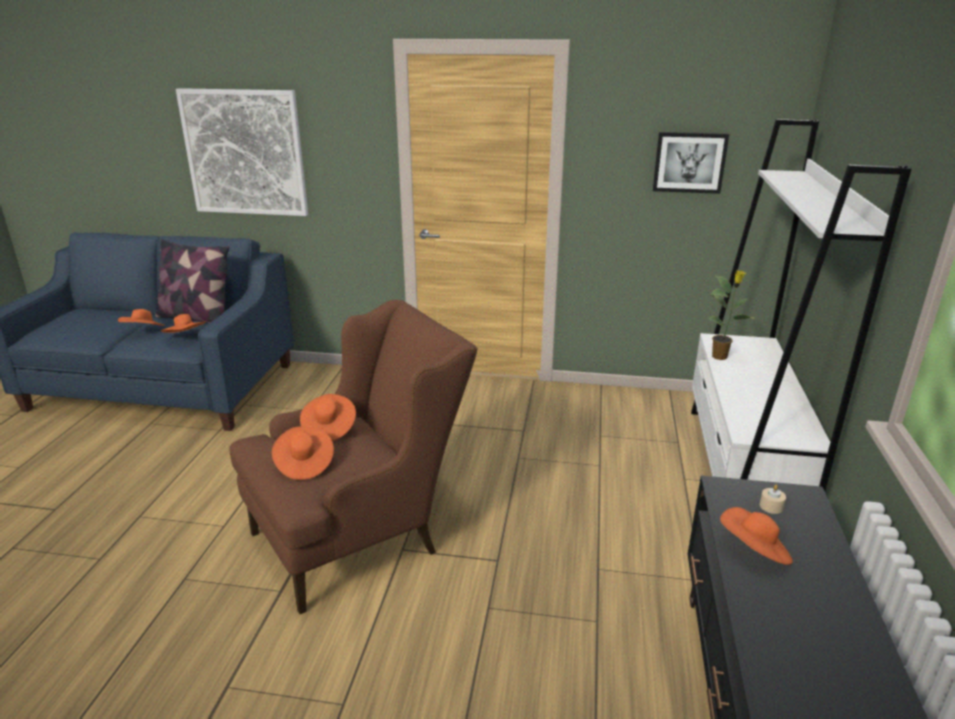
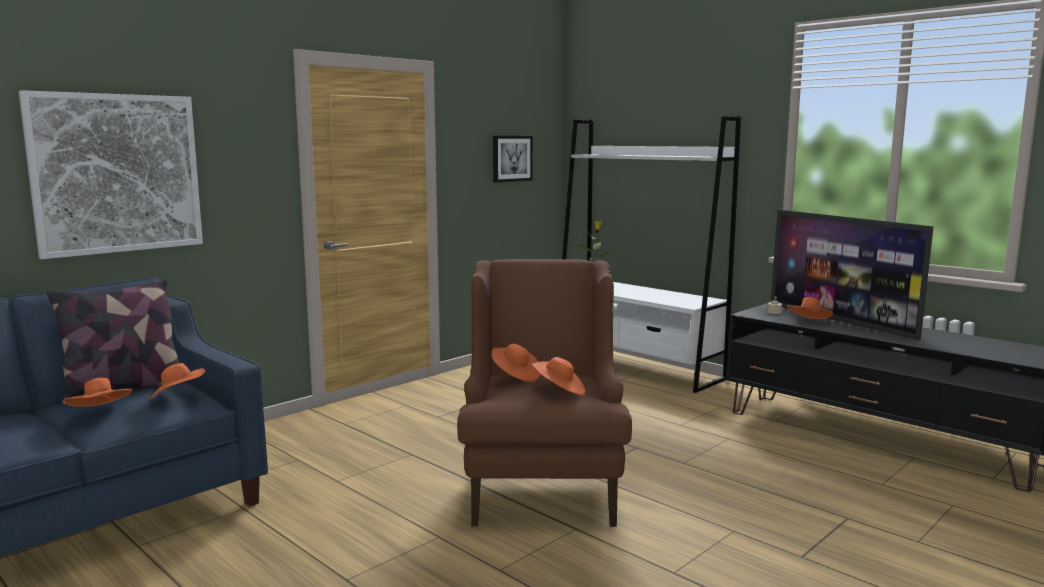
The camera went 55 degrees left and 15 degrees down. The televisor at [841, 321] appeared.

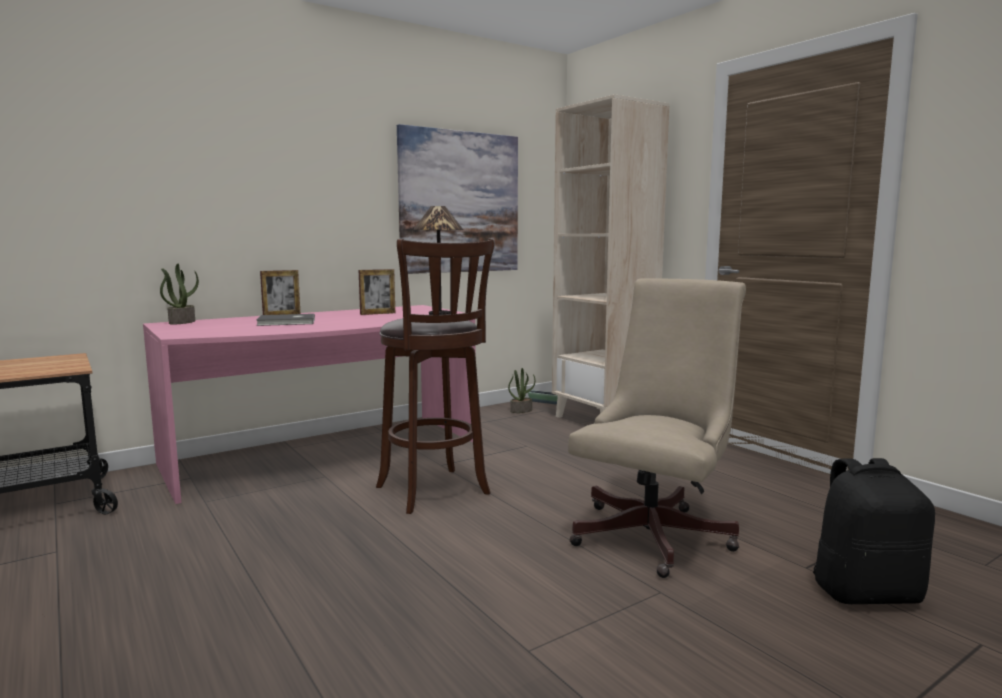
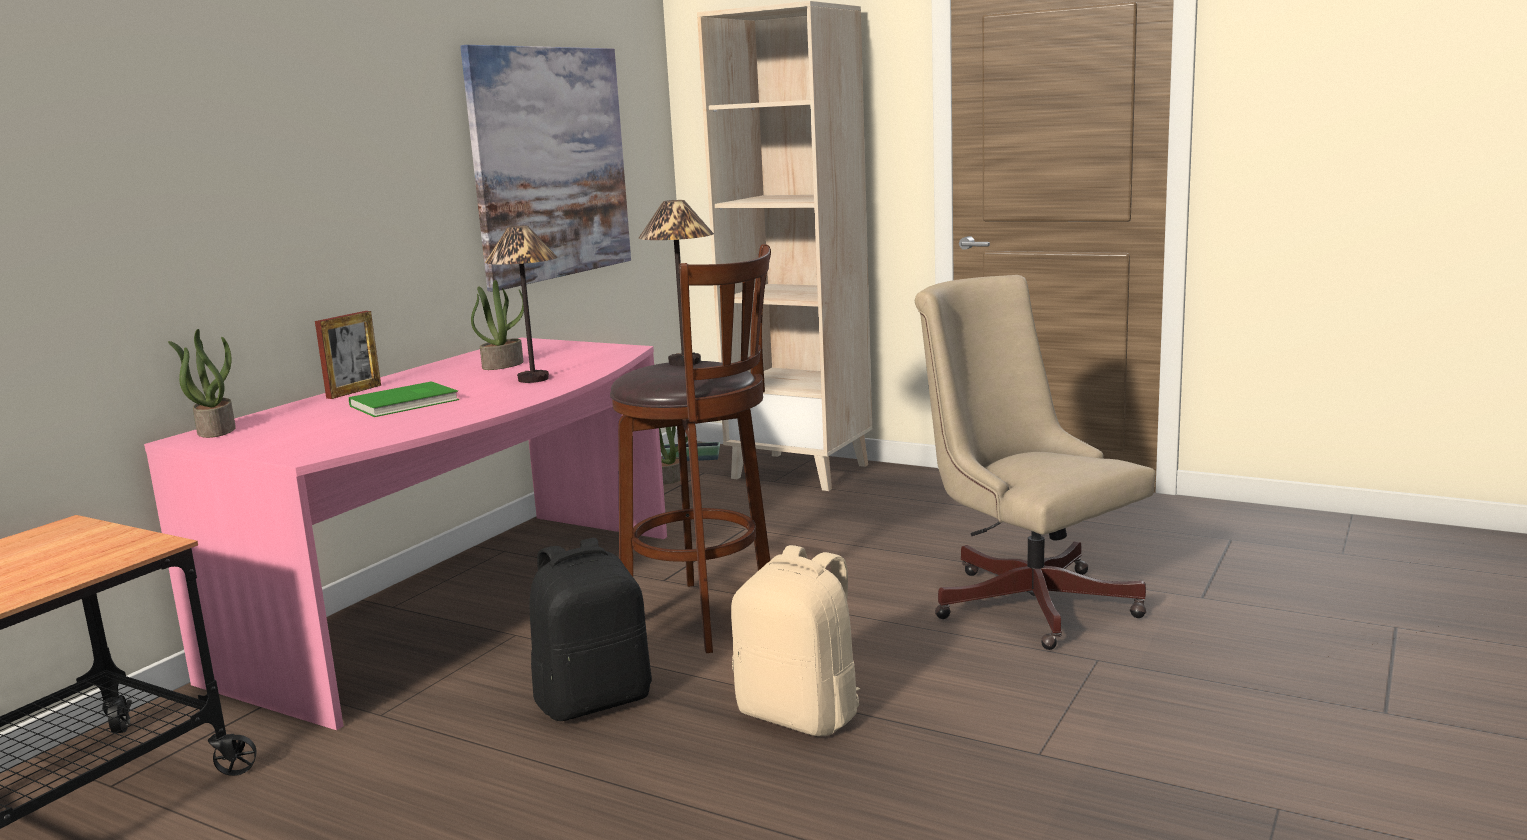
The camera went 25 degrees left and 5 degrees up. The libro/gris at [287, 322] became the libro/verde at [407, 403]. The portarretratos at [377, 313] was replaced by the planta en maceta at [503, 365]. The silla de oficina/beis at [657, 533] turned 45 degrees counterclockwise. The mochila/negro moved from [866, 592] to [594, 700]. The lámpara de mesa at [533, 379] appeared. The mochila/beis at [801, 715] appeared.

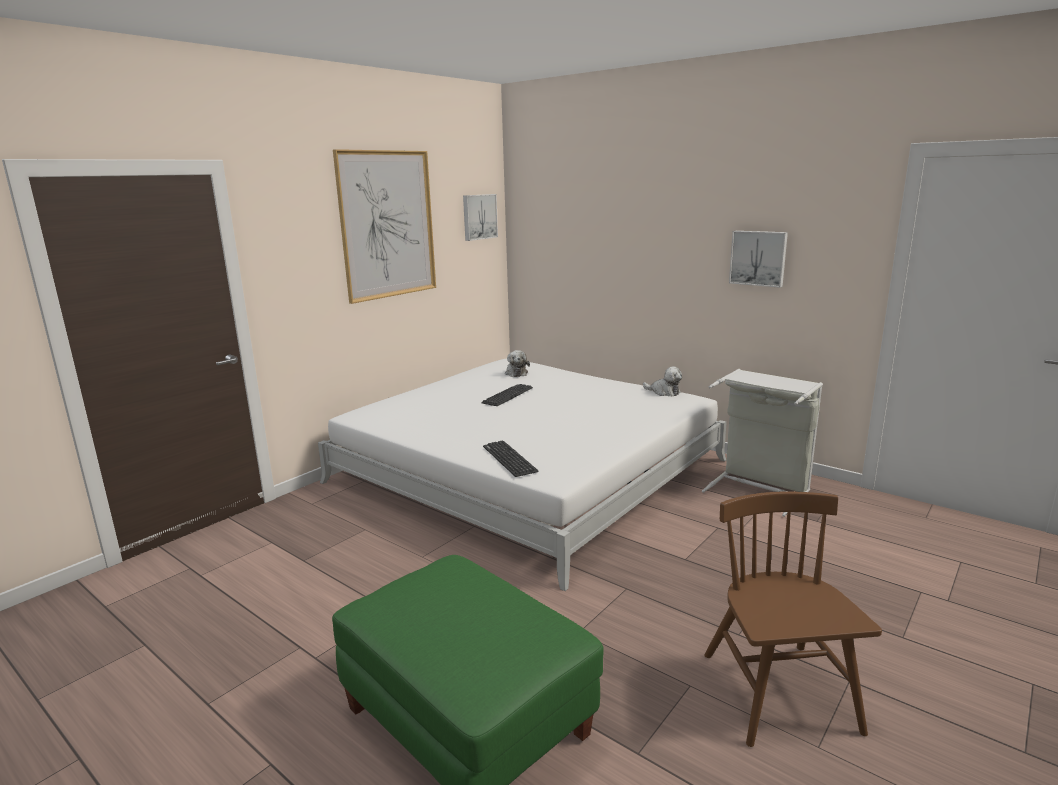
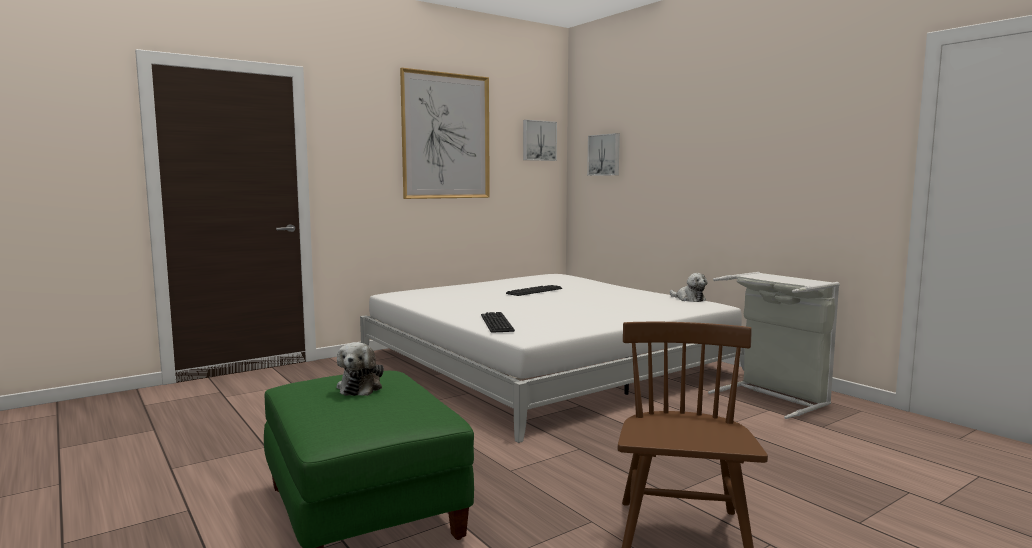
The camera went 15 degrees right and 10 degrees down. The peluche moved from [516, 373] to [361, 387]. The cuadro moved from [758, 258] to [604, 155].

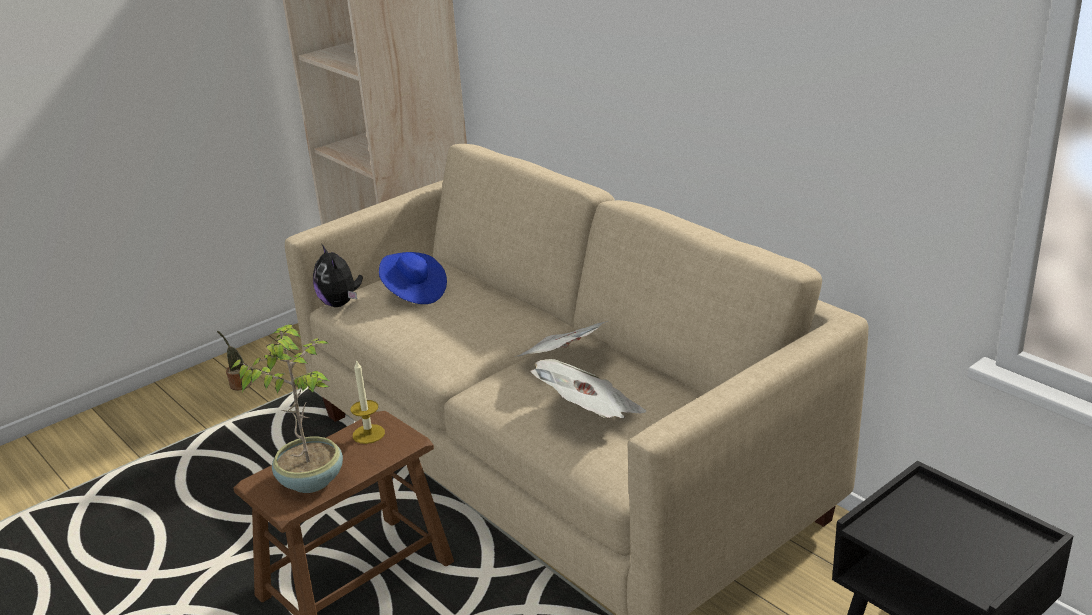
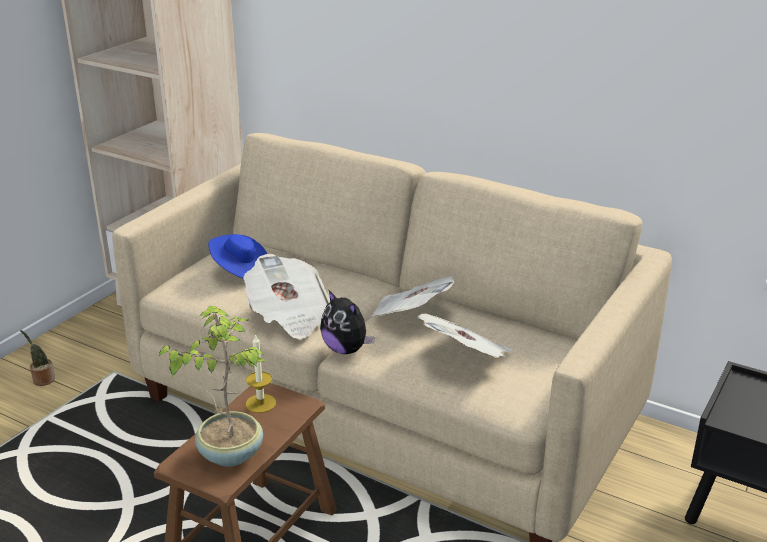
The camera went 20 degrees left and 0 degrees up. The peluche moved from [340, 303] to [346, 349]. The periódico at [289, 316] appeared.

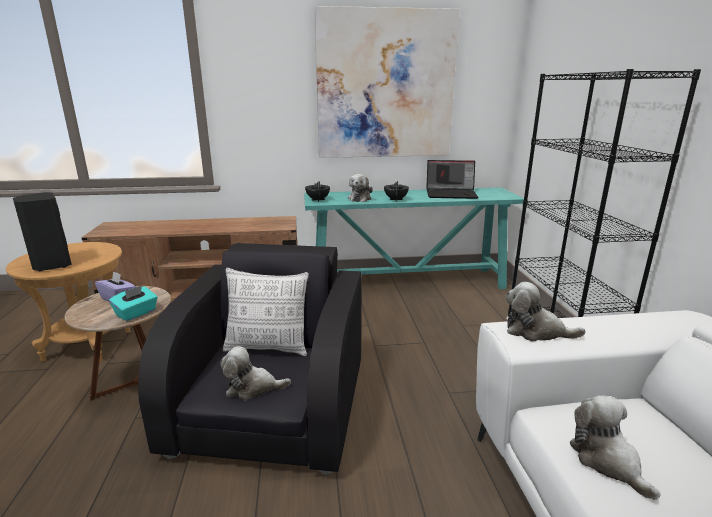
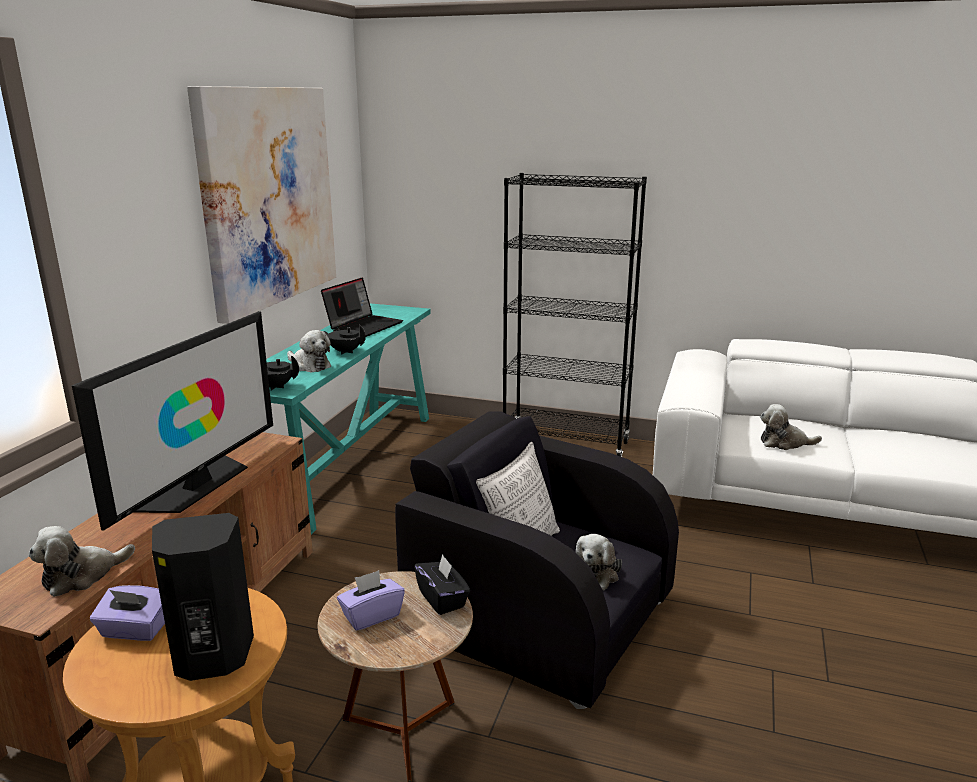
The camera went 65 degrees left and 0 degrees up. The caja de pañuelos/turquesa at [136, 313] became the caja de pañuelos/negro at [442, 599]. The peluche moved from [535, 331] to [82, 576]. The televisor at [198, 485] appeared. The caja de pañuelos/morado at [134, 630] appeared.

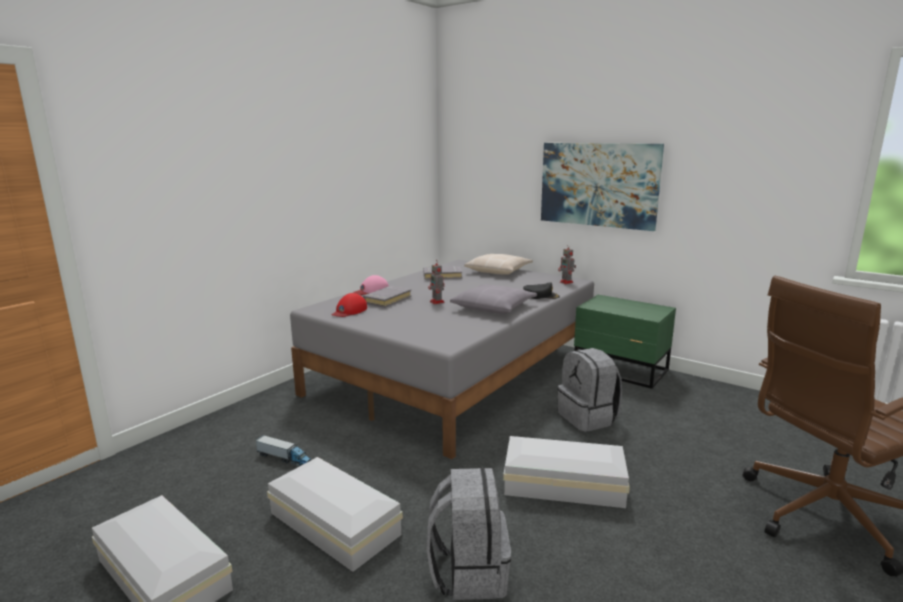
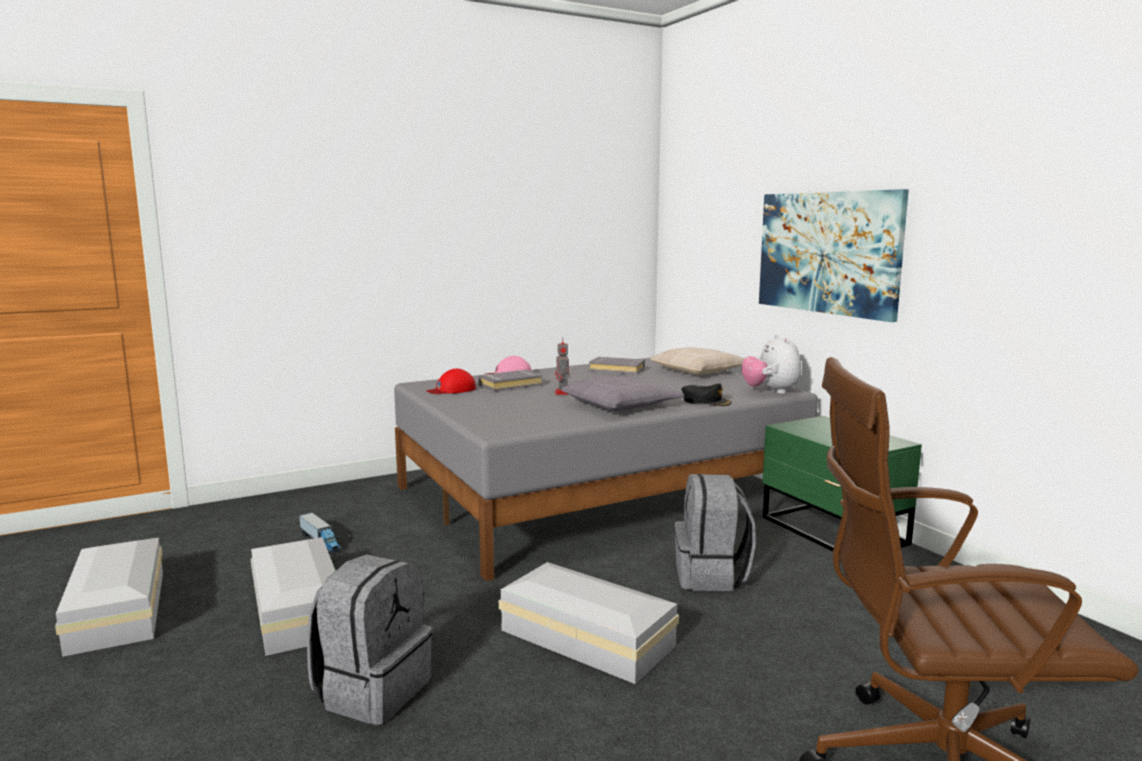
The camera went 25 degrees right and 5 degrees down. The robot de juguete at [567, 282] was replaced by the peluche at [771, 392].

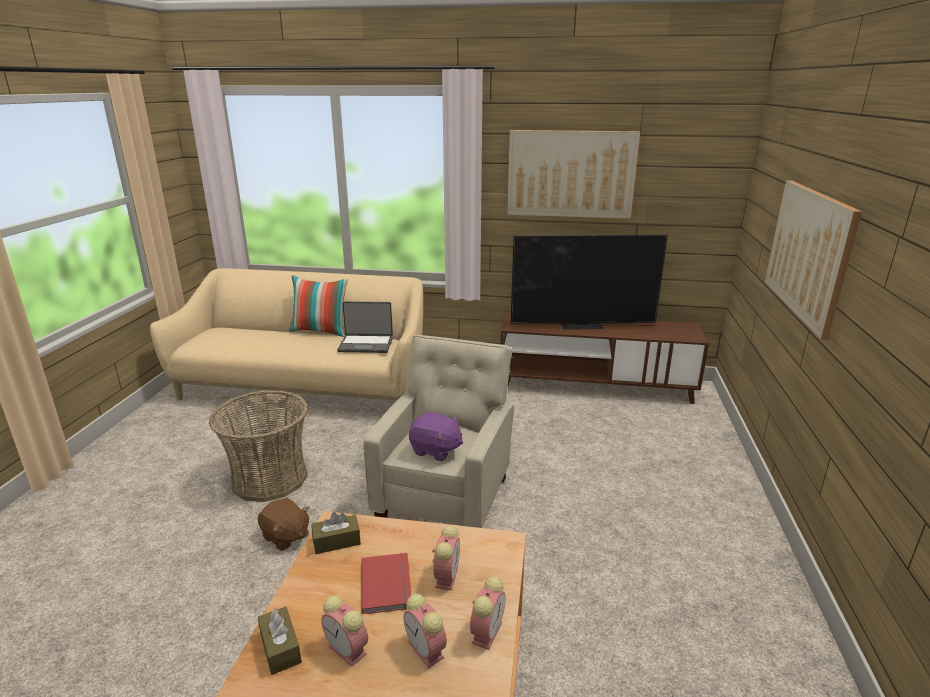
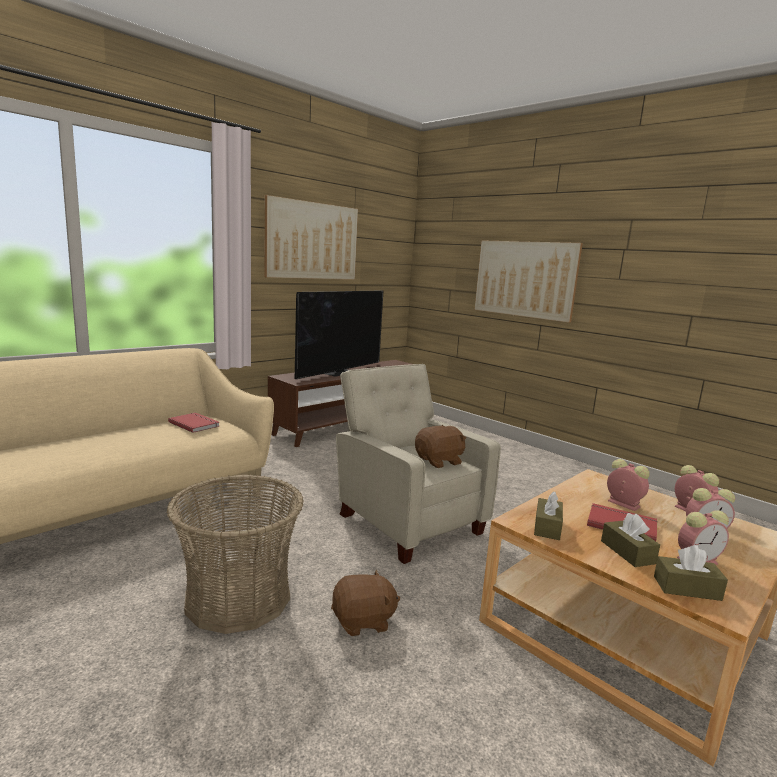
The camera went 55 degrees left and 10 degrees down. The cojín at [320, 331] disappeared. The portátil at [366, 344] was replaced by the libro/rojo at [195, 424]. The peluche/morado at [435, 450] became the peluche/marrón at [439, 461]. The caja de pañuelos/marrón at [627, 552] appeared.

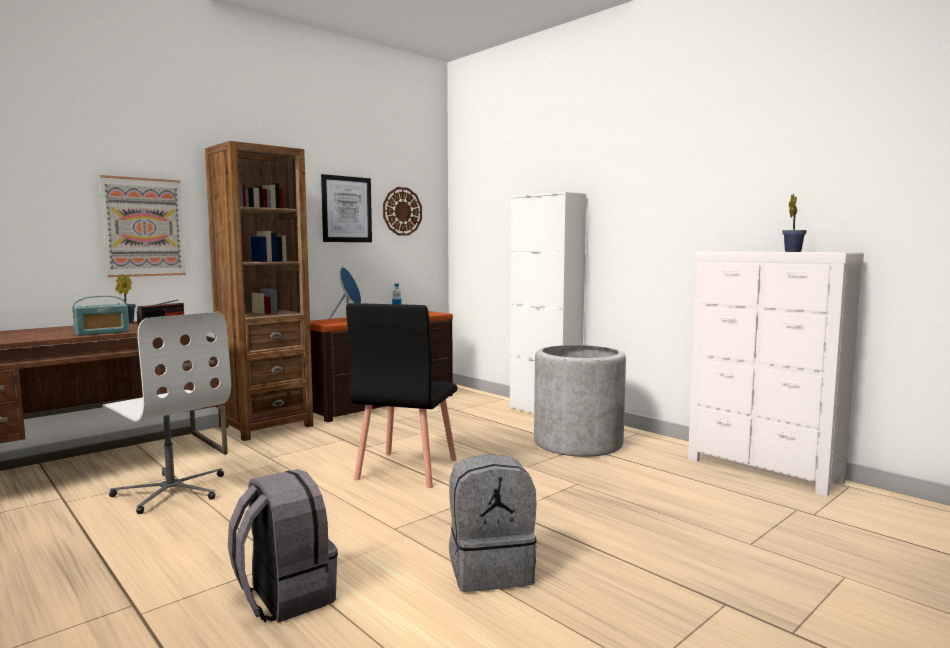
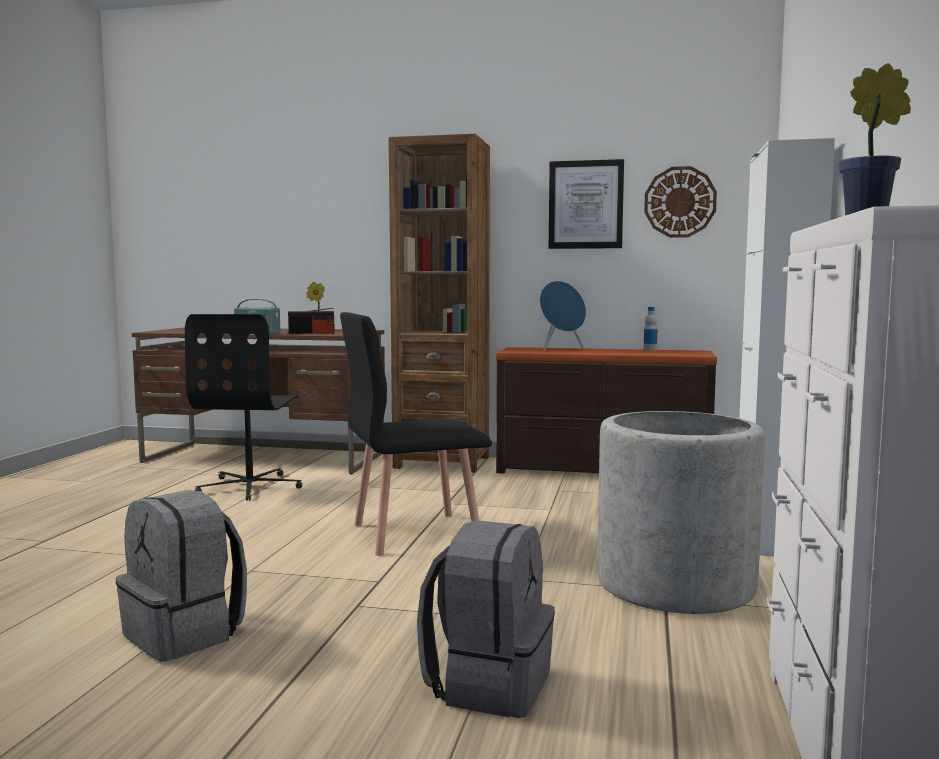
The camera went 55 degrees right and 0 degrees up. The cuadro at [143, 227] disappeared. The silla de oficina/blanco at [172, 491] became the silla de oficina/negro at [251, 487]. The mochila/gris moved from [284, 597] to [488, 684].

